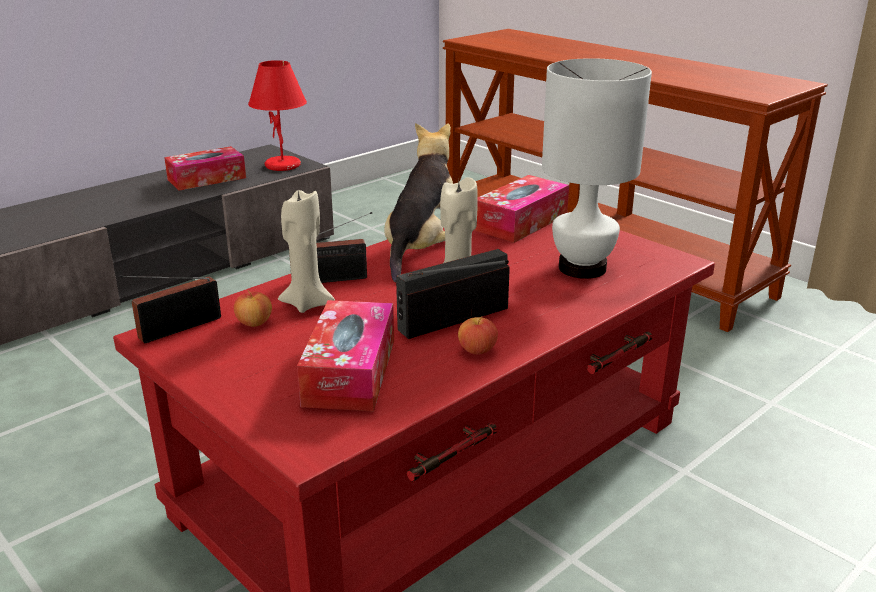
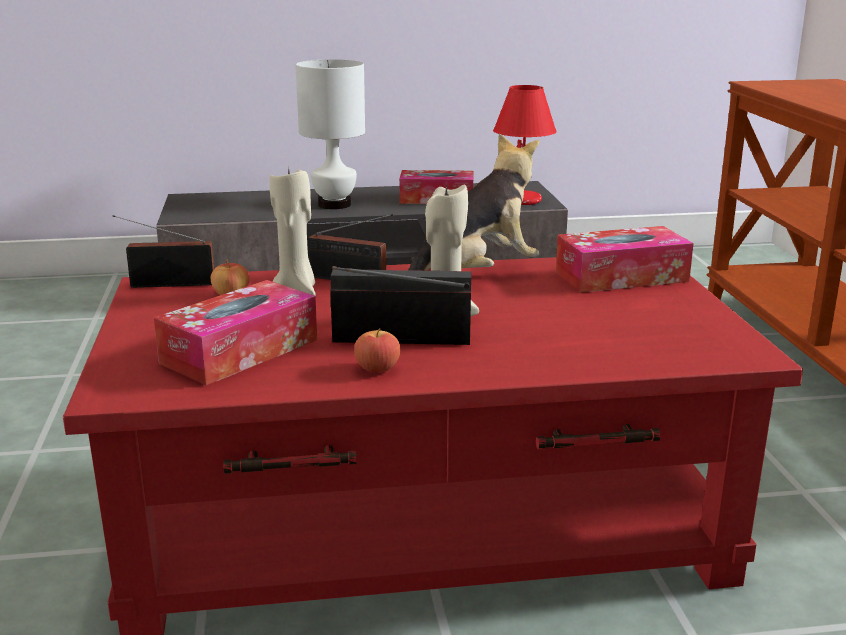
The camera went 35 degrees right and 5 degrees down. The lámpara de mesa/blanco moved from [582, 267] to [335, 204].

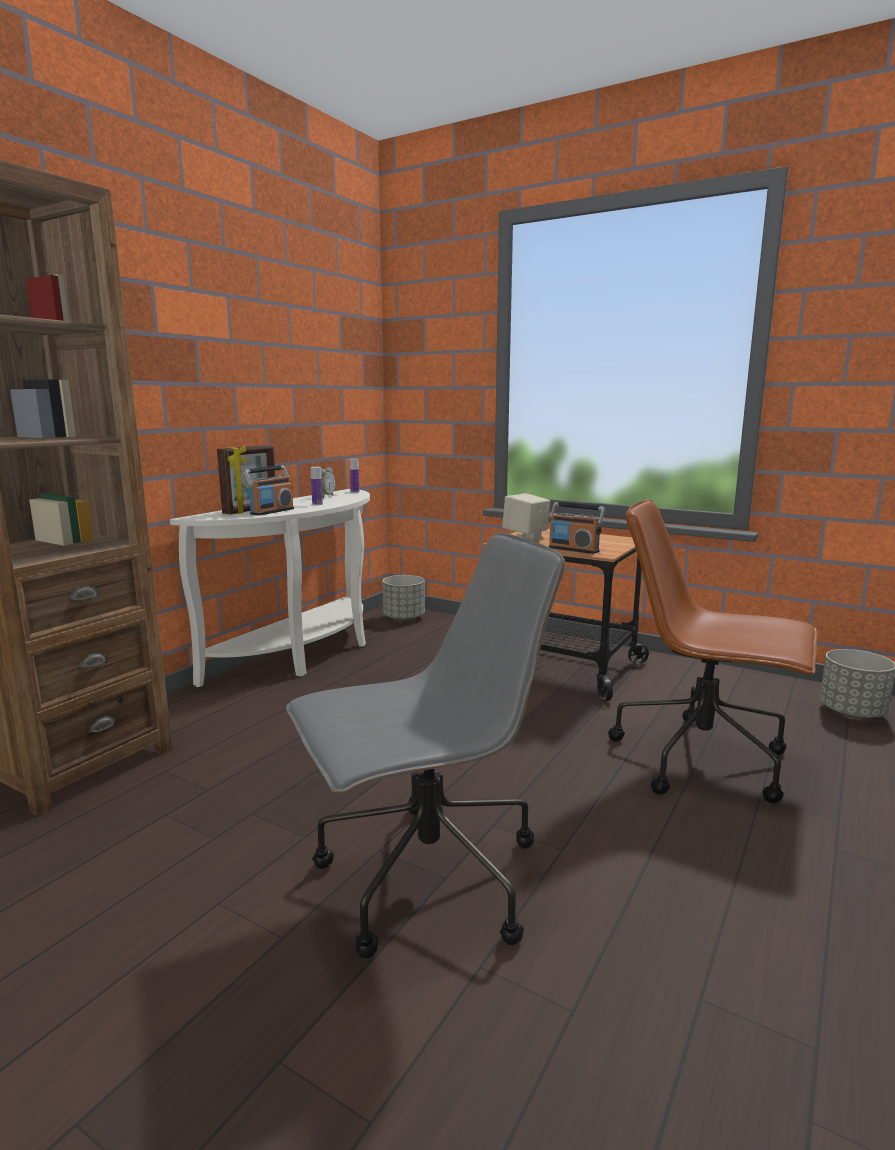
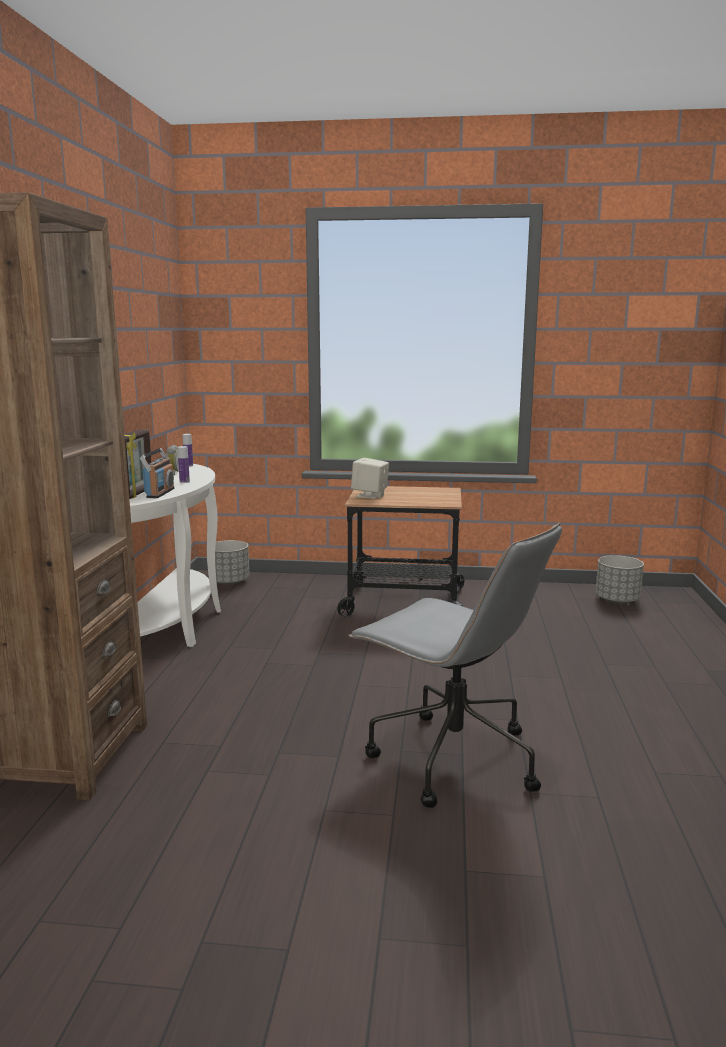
The camera went 25 degrees left and 0 degrees up. The silla de oficina/gris at [426, 880] turned 90 degrees clockwise. The radio at [574, 549] disappeared. The silla de oficina/marrón at [703, 759] disappeared.

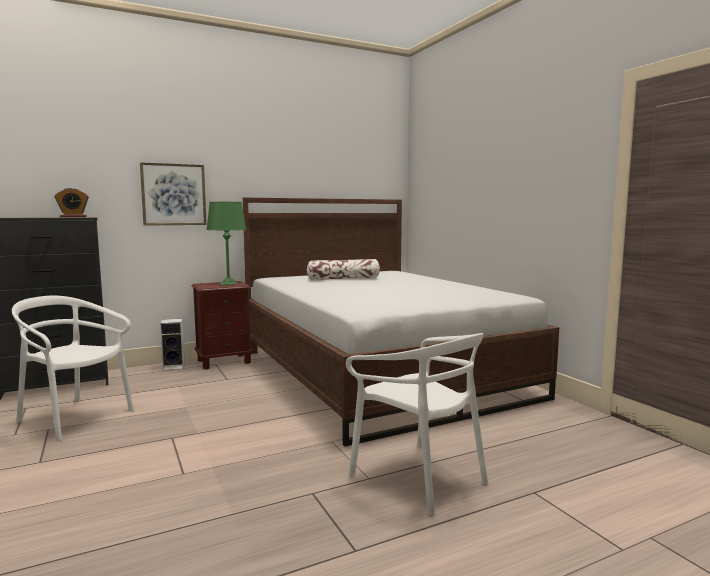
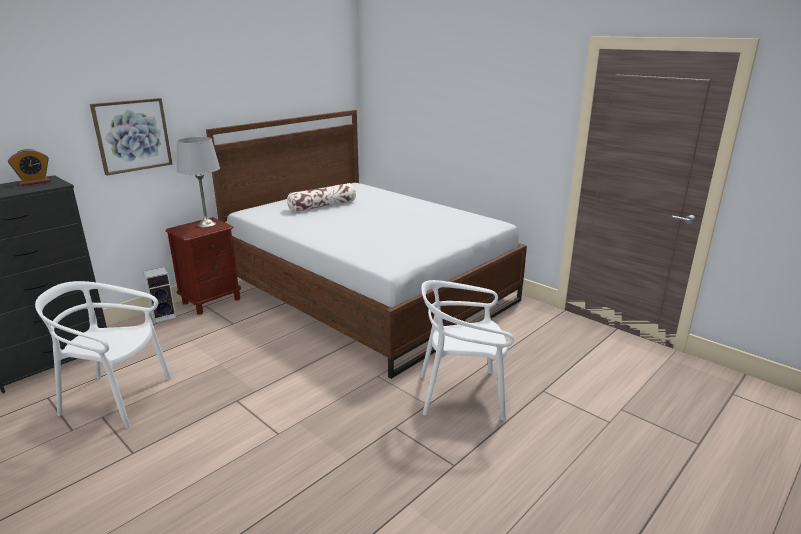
The camera went 20 degrees left and 15 degrees up. The lámpara de mesa/verde at [228, 283] became the lámpara de mesa/gris at [207, 224]. The silla/blanco at [419, 476] turned 150 degrees clockwise.

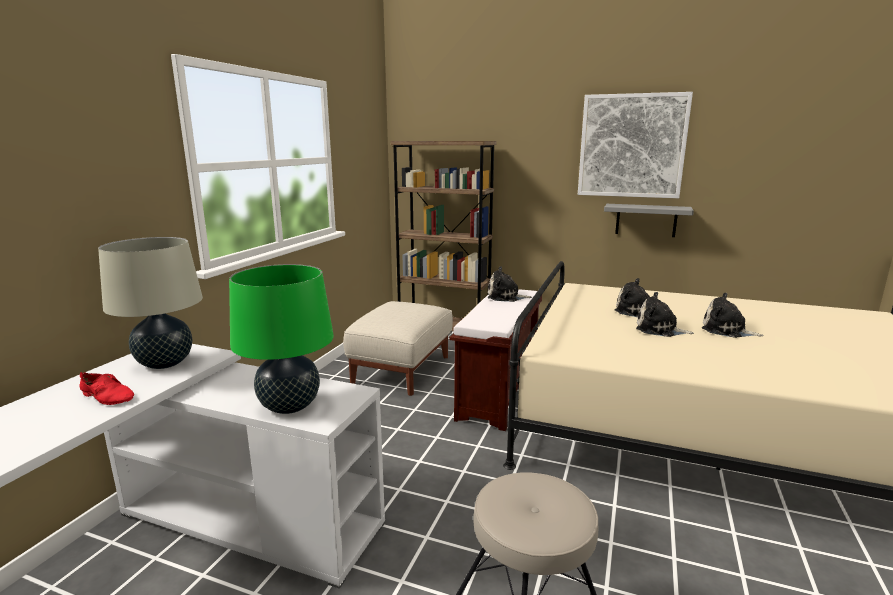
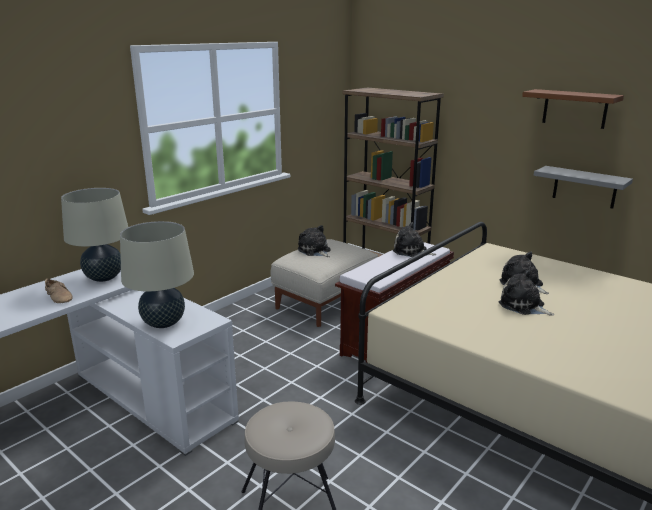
The camera went 20 degrees right and 5 degrees up. The zapato/rojo at [108, 396] became the zapato/beis at [59, 296]. The lámpara de mesa/verde at [289, 406] became the lámpara de mesa/beis at [163, 323]. The cuadro at [631, 146] was replaced by the estante/marrón at [574, 108]. The peluche moved from [726, 330] to [315, 251].

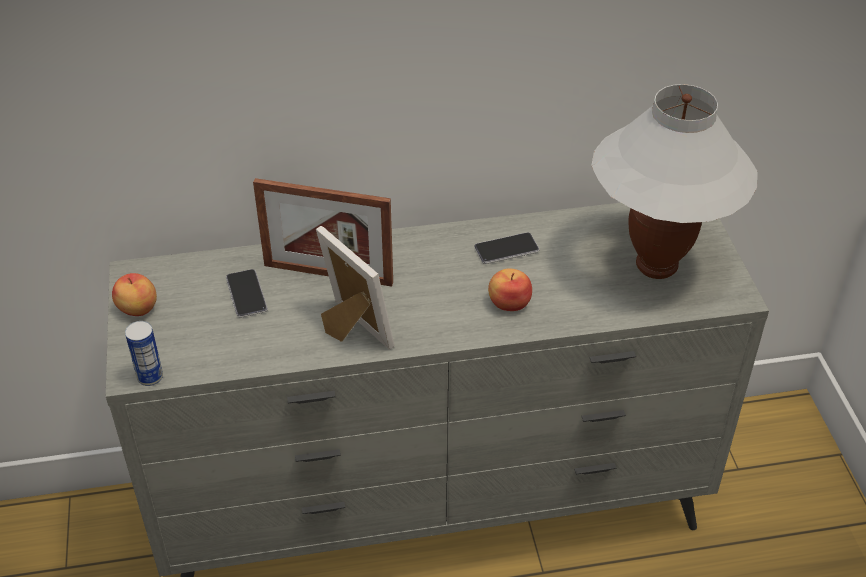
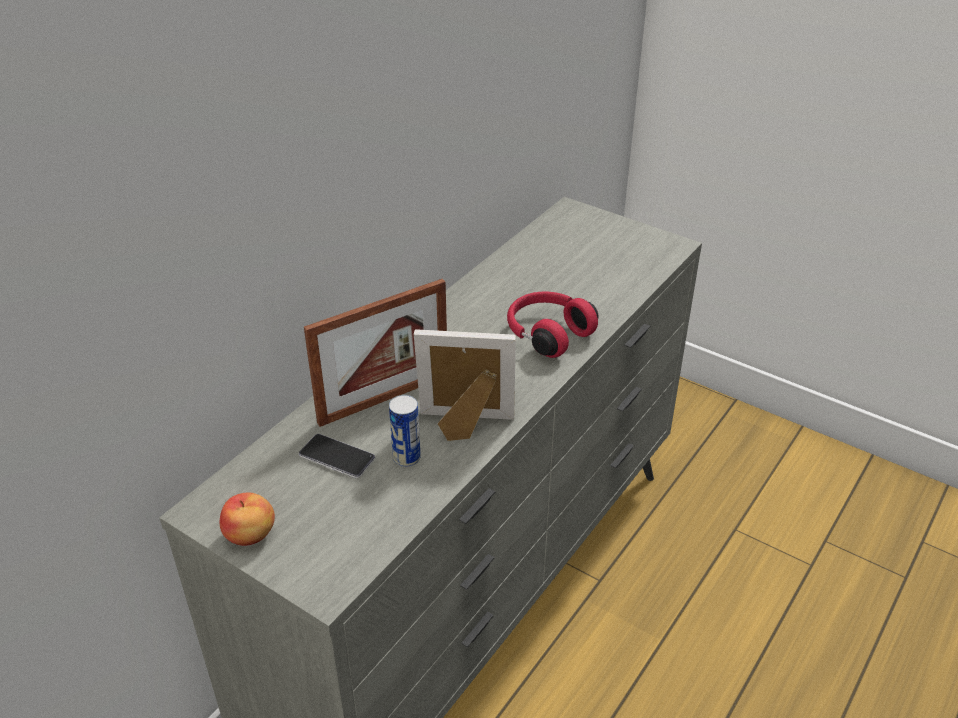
The camera went 45 degrees left and 5 degrees down. The lata moved from [150, 377] to [406, 458]. The móvil at [506, 249] disappeared. The manzana at [509, 303] was replaced by the auriculares/rojo at [547, 334]. The lámpara de mesa/blanco at [656, 266] disappeared.

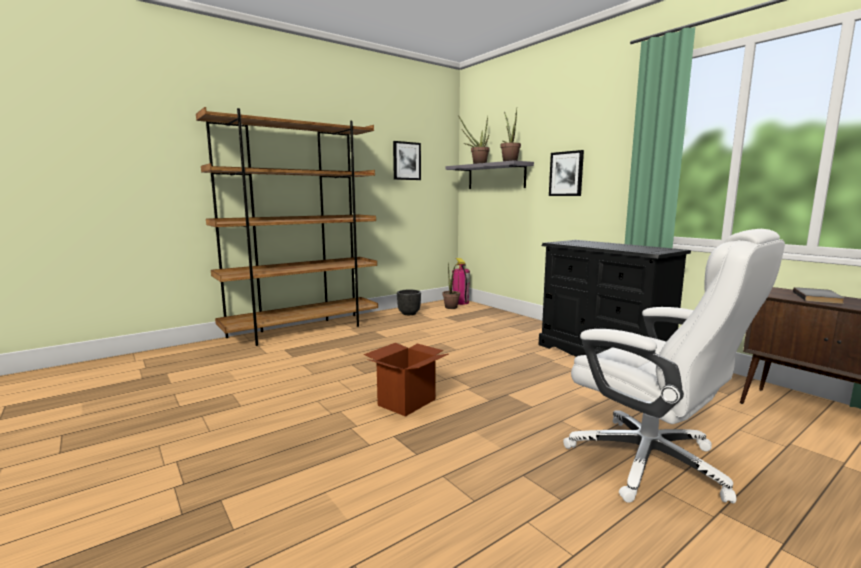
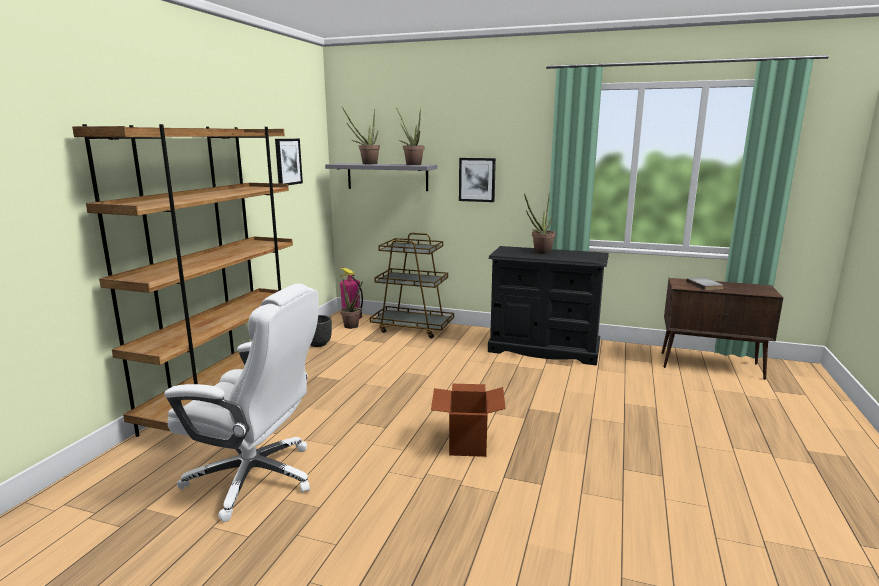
The camera went 35 degrees left and 5 degrees up. The silla de oficina/blanco moved from [651, 463] to [255, 478]. The carrito/marrón at [413, 328] appeared. The planta en maceta at [539, 252] appeared.

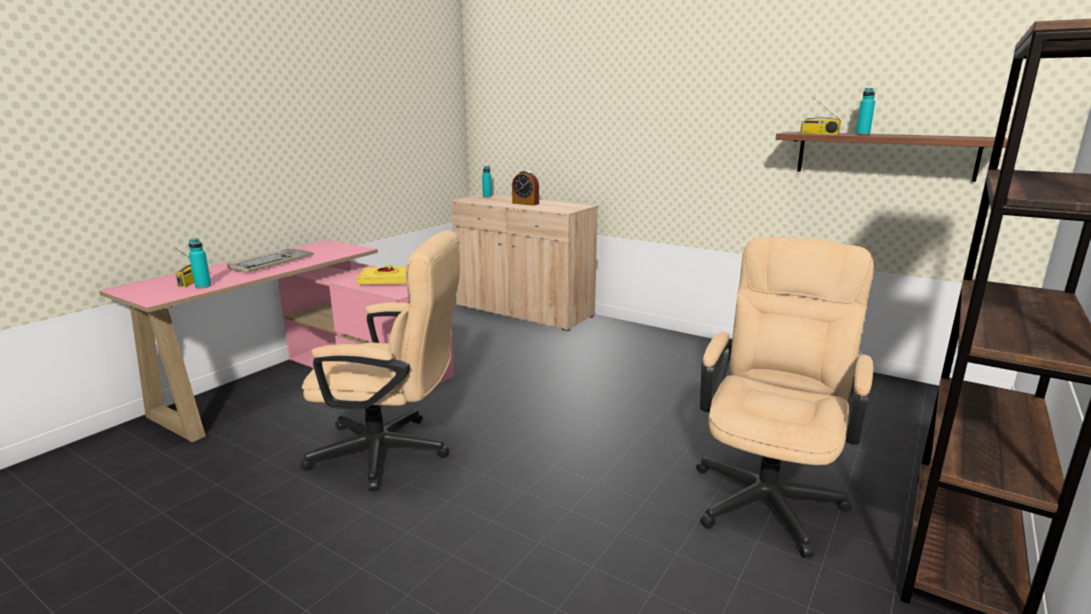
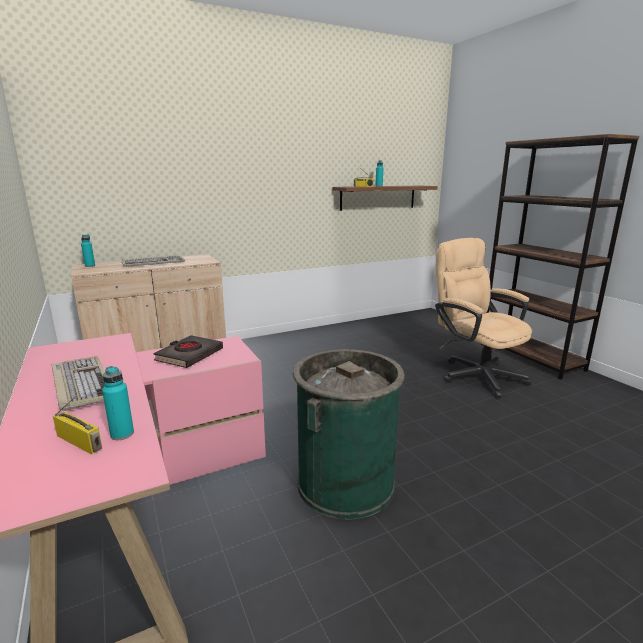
The camera went 60 degrees left and 0 degrees up. The silla de oficina/beis at [392, 453] was replaced by the papelera/verde at [346, 483]. The libro/amarillo at [386, 280] became the libro/negro at [189, 355]. The despertador at [525, 203] was replaced by the teclado at [153, 263].

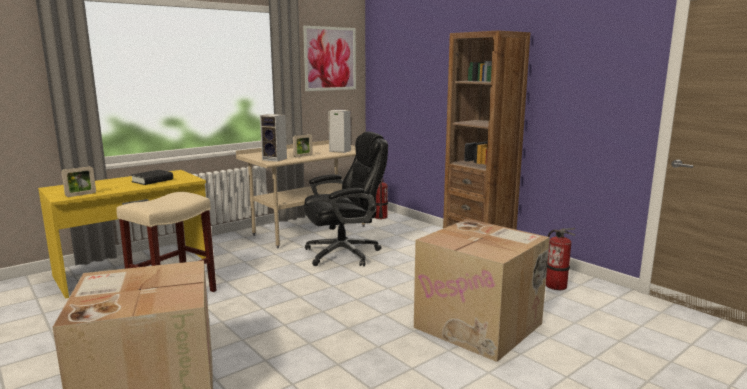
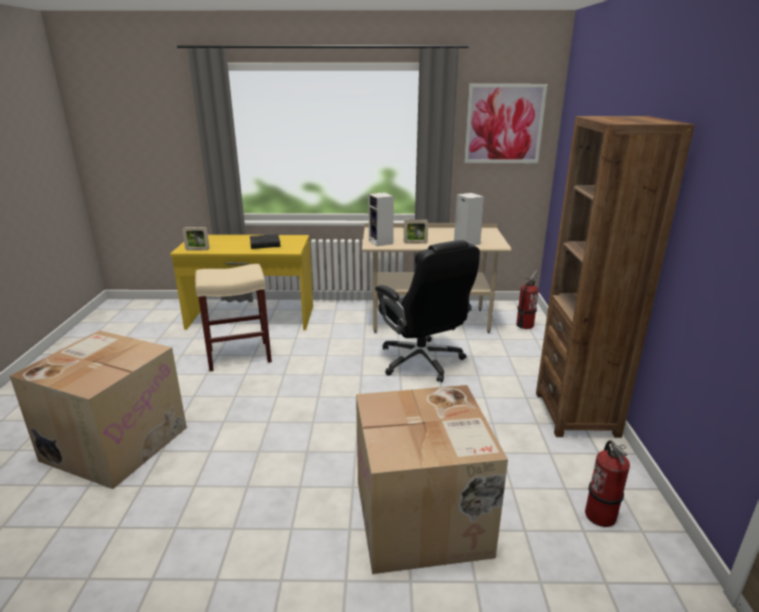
The camera went 40 degrees right and 10 degrees up. The silla de oficina/negro at [344, 253] turned 45 degrees clockwise.

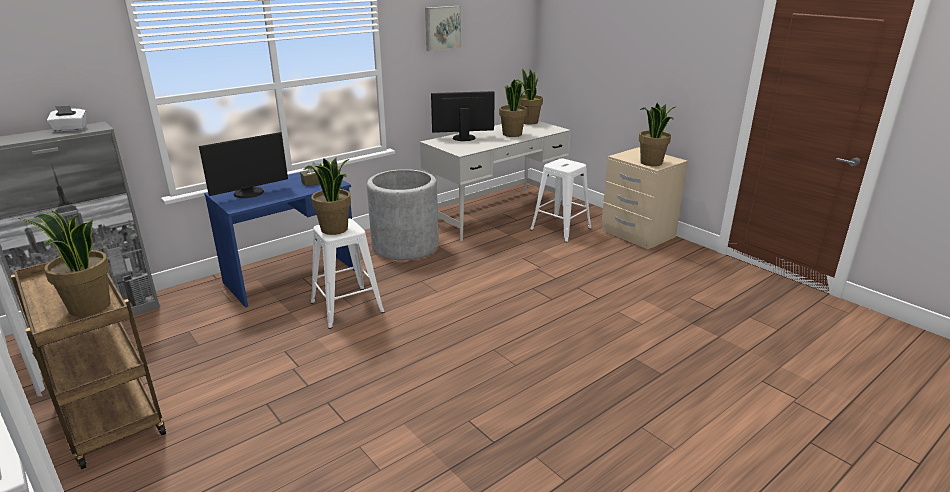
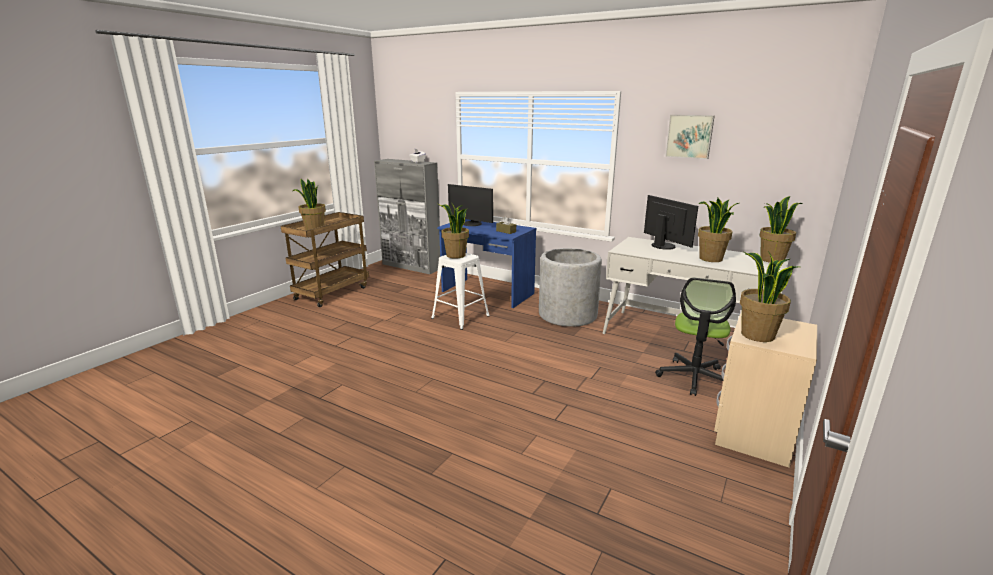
The camera went 70 degrees right and 5 degrees down. The taburete/blanco at [561, 229] was replaced by the silla de oficina at [694, 377].

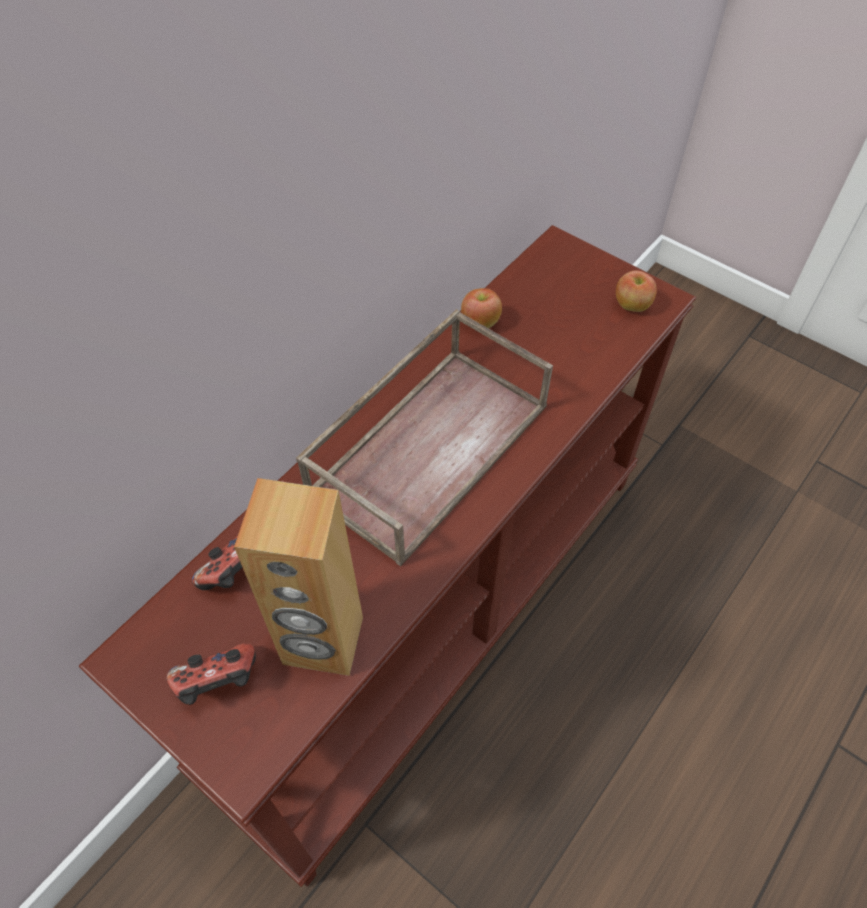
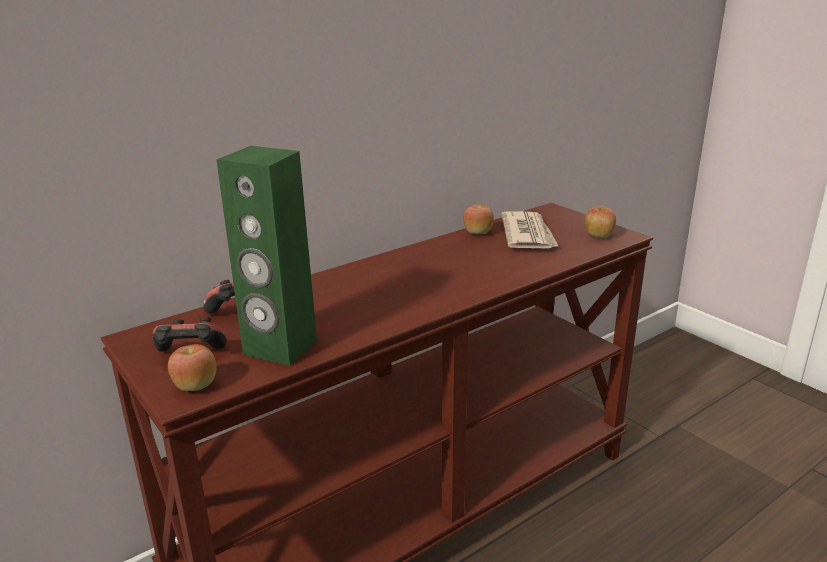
The camera went 15 degrees right and 30 degrees down. The altavoz/marrón at [323, 642] became the altavoz/verde at [279, 348]. The bandeja/marrón at [429, 446] disappeared. The manzana at [195, 386] appeared. The periódico at [528, 234] appeared.

